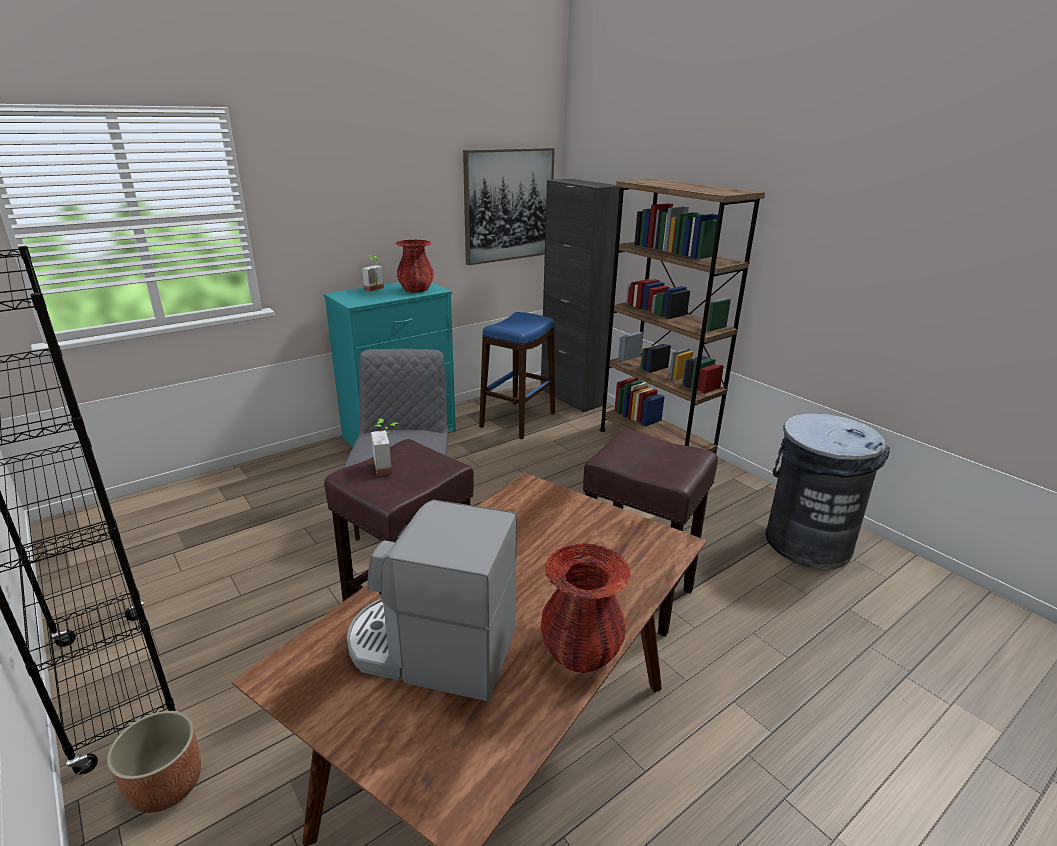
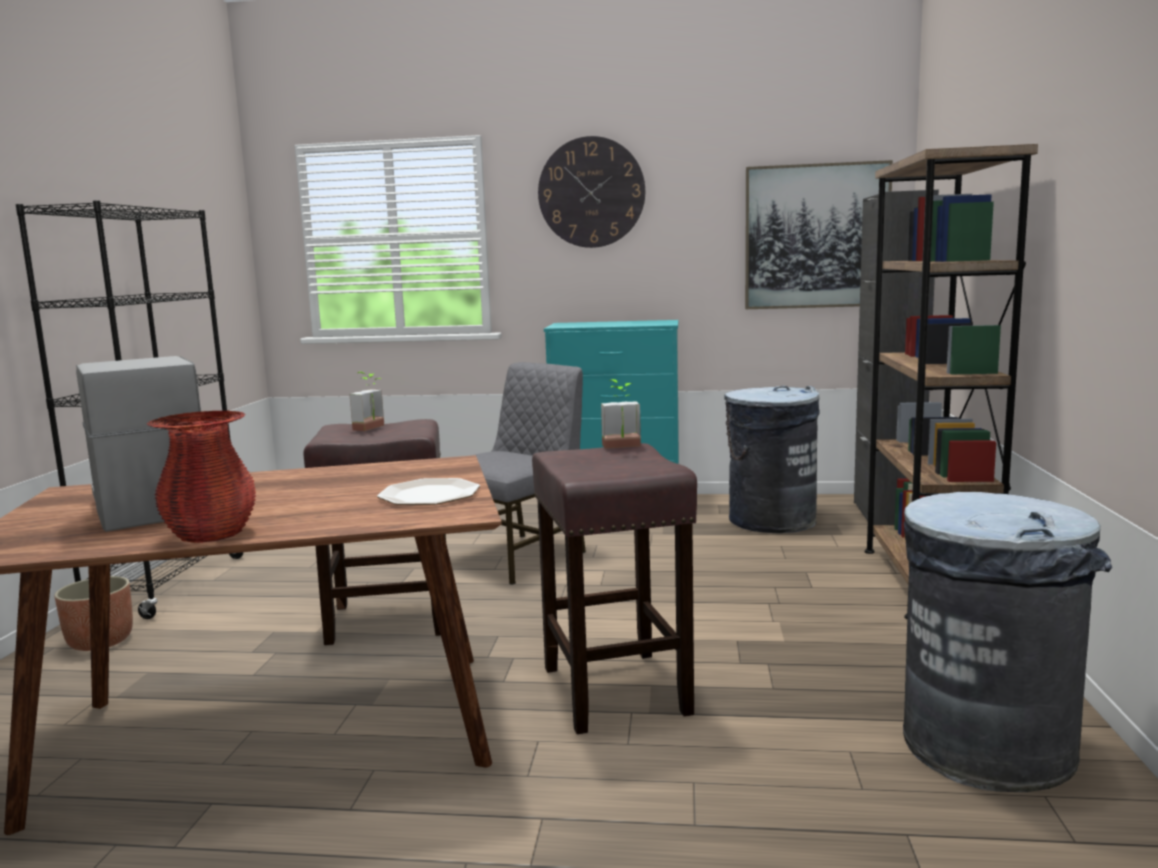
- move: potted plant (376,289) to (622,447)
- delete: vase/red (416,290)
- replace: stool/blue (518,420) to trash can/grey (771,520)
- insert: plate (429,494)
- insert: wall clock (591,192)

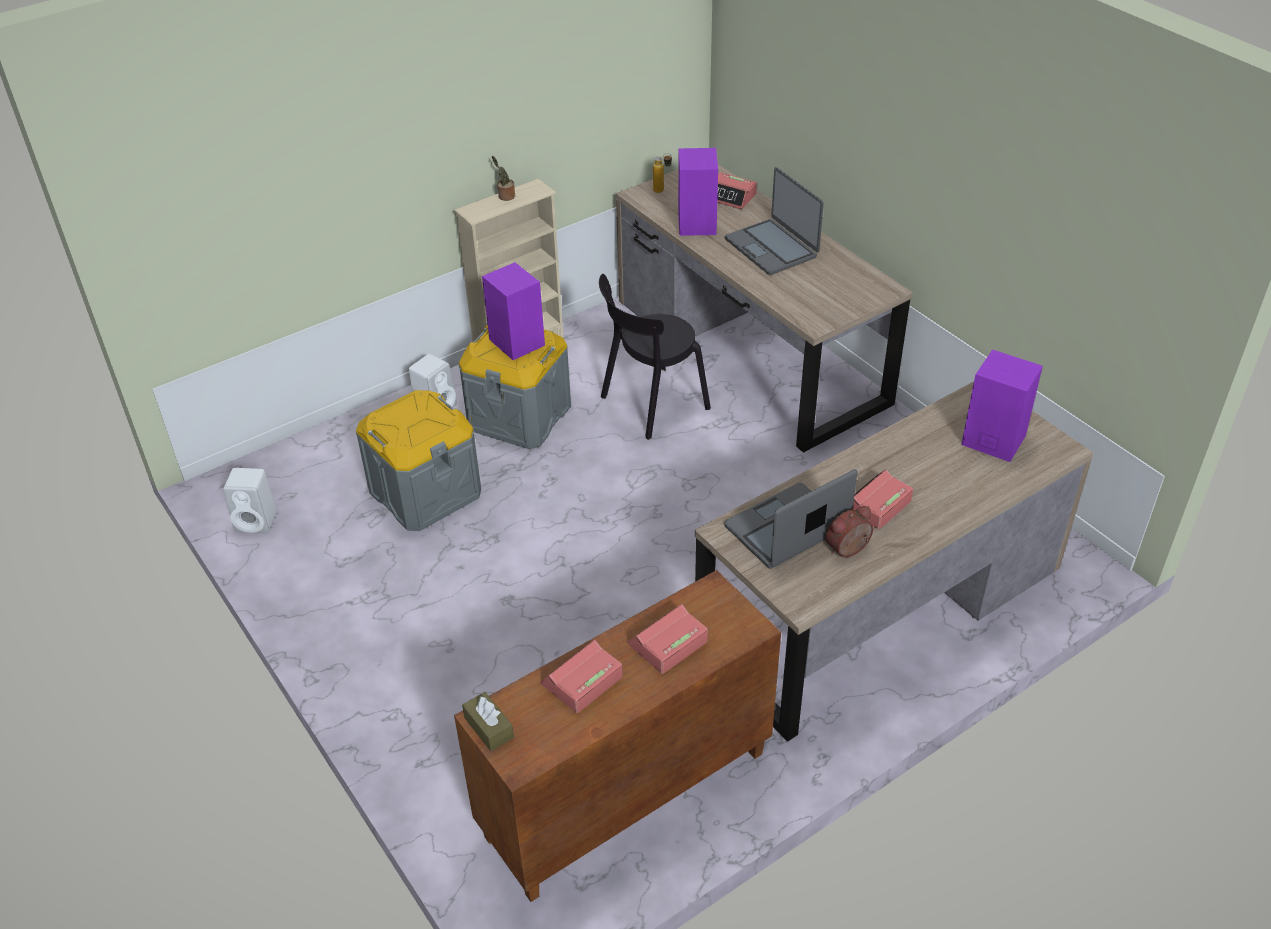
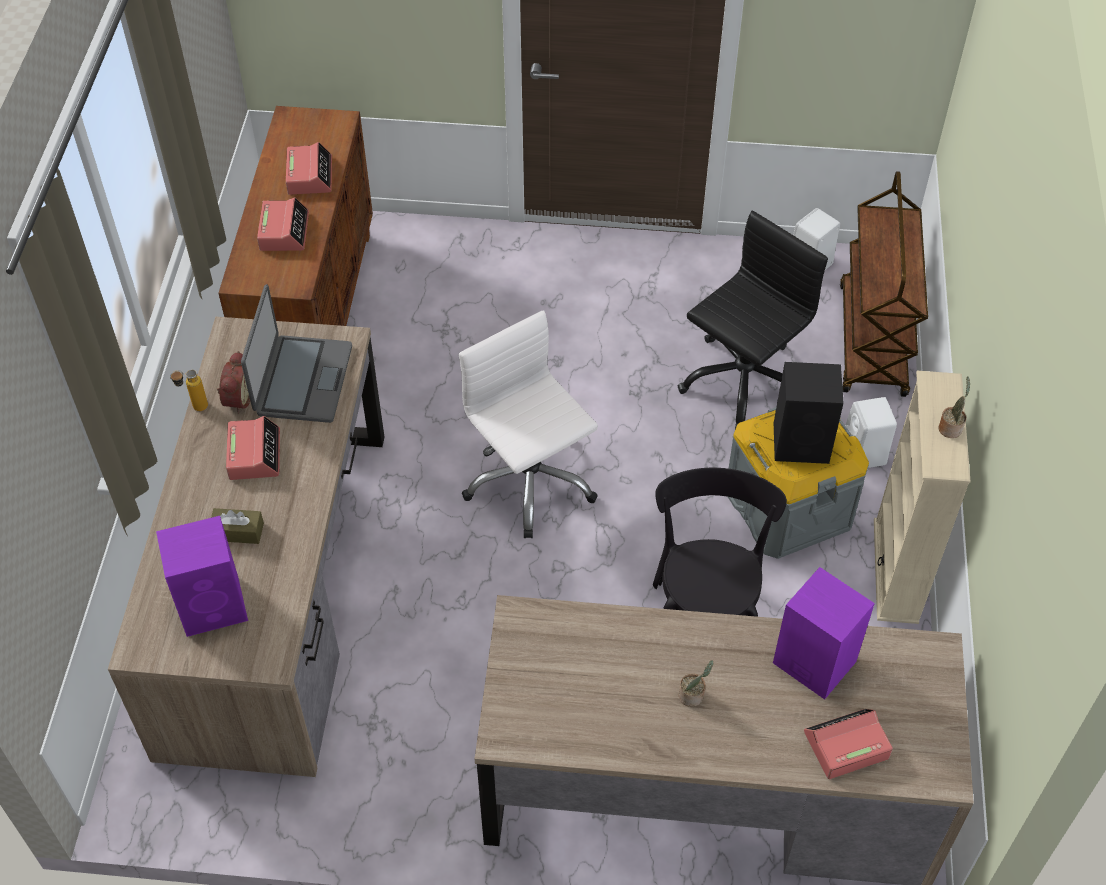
- replace: storage box/grey (425,492) to office chair/black (742,381)
- move: tissue box/brown (489,728) to (237,532)
- recolor: speaker/purple (516,341) to speaker/black (802,443)
- move: bottle (662,191) to (194,408)
- replace: laptop (772,248) to potted plant (693,695)
- insert: office chair/white (529,482)
- insert: cart/brown (872,341)

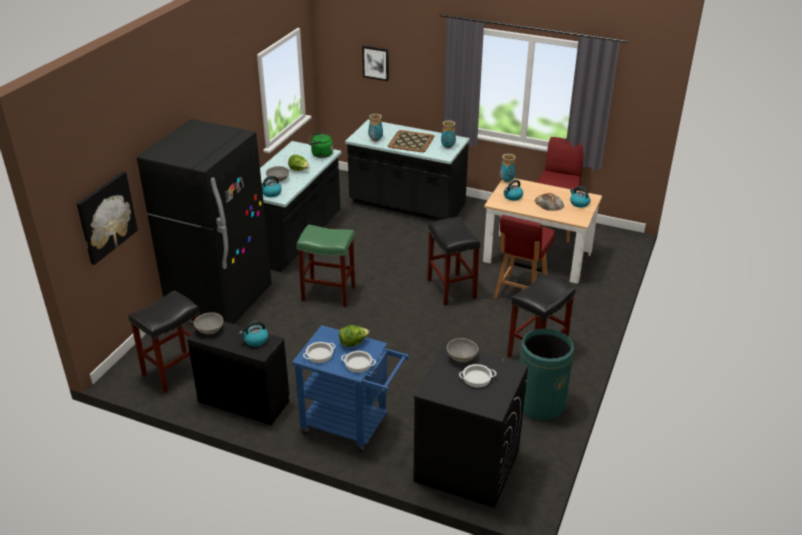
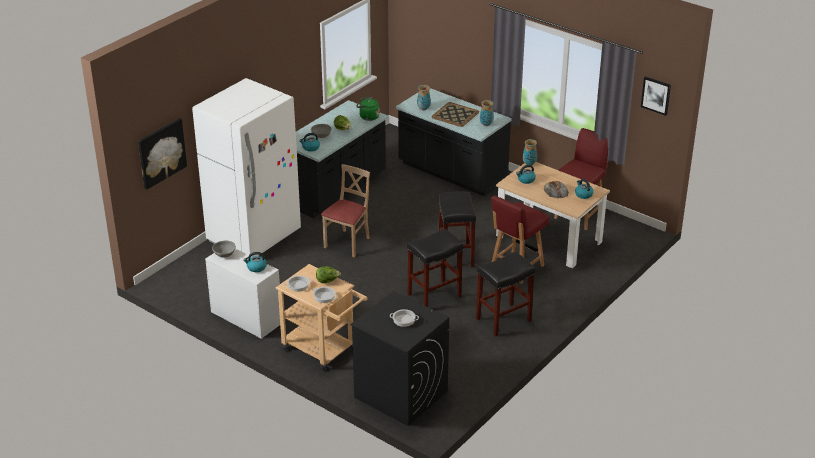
- move: stool/black (174,371) to (434,296)
- recolor: fridge/black (221,302) to fridge/white (254,236)
- recolor: dresser/black (244,400) to dresser/white (246,317)
- recolor: cart/blue (352,426) to cart/beige (323,350)
- replace: stool/green (329,293) to chair/beige (348,243)
- move: picture (376,63) to (656,95)
- delete: bowl/grey (462,357)
- delete: trash can/green (540,403)

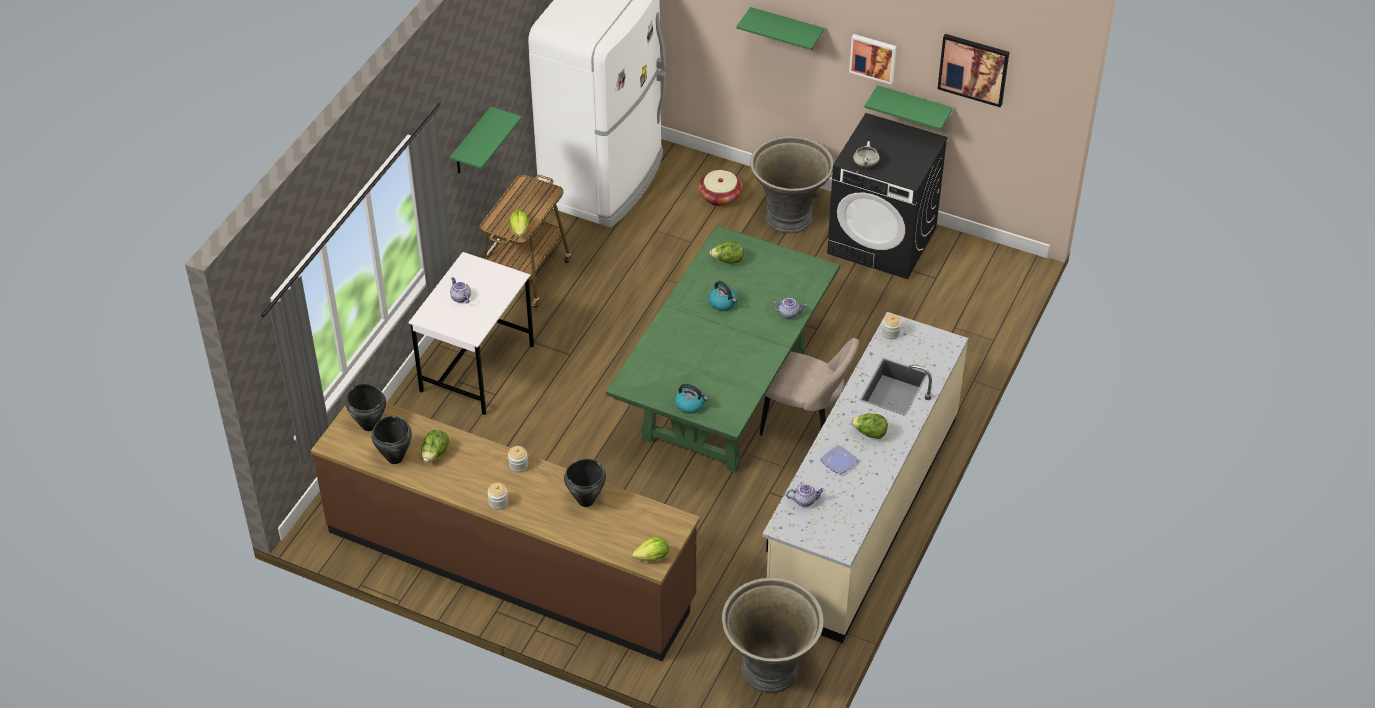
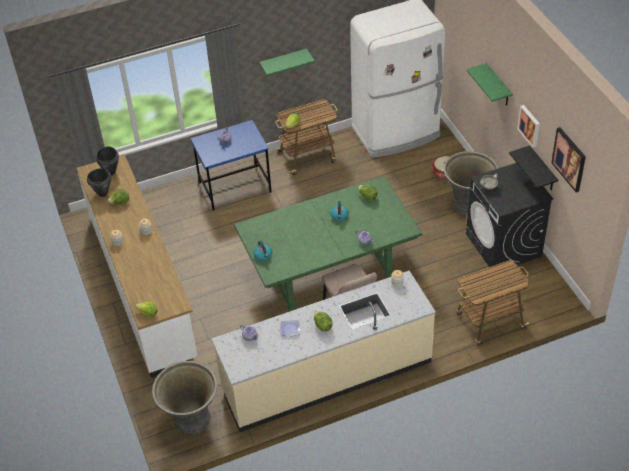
- recolor: counter/brown (510,565) to counter/white (143,286)
- recolor: desk/white (477,368) to desk/blue (235,187)
- delete: cooking pot/black (585,500)
- recolor: shelf/green (913,108) to shelf/black (542,170)
- insert: cart (489,322)

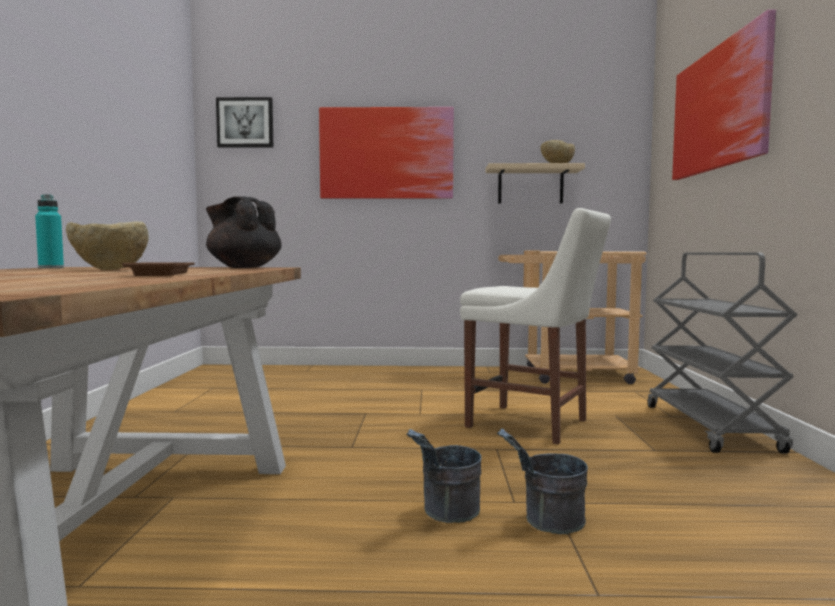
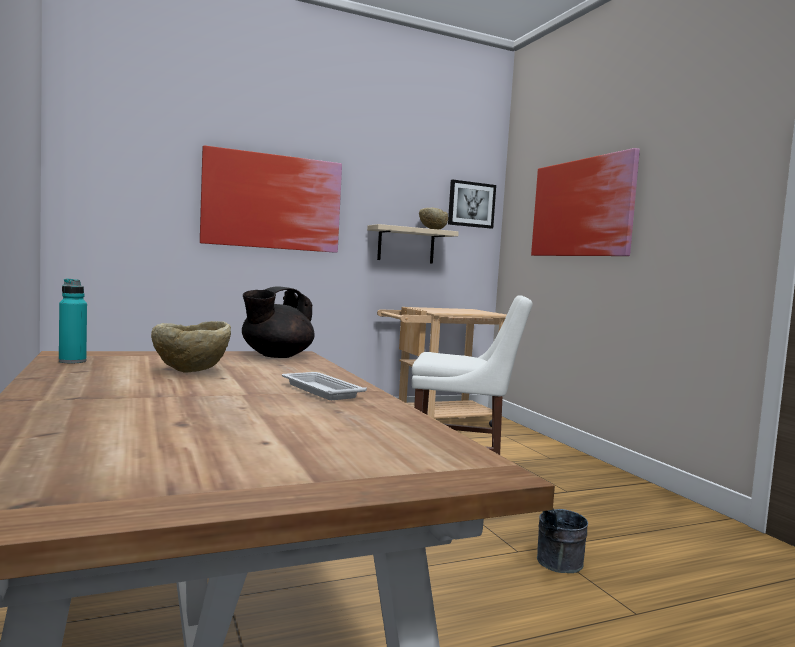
- recolor: tray/brown (162,274) to tray/white (320,390)
- rotate: teapot/black (244,267) = (276,356) 60 degrees counterclockwise
- move: picture (245,123) to (471,204)
- delete: bucket/grey (446,514)
- delete: cart/grey (711,428)

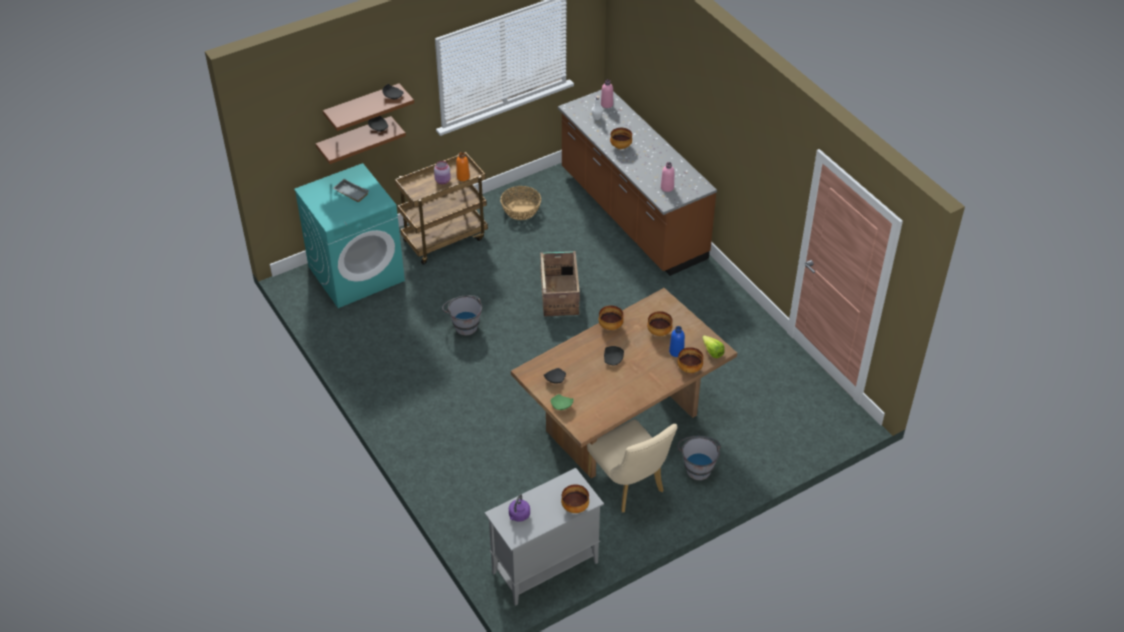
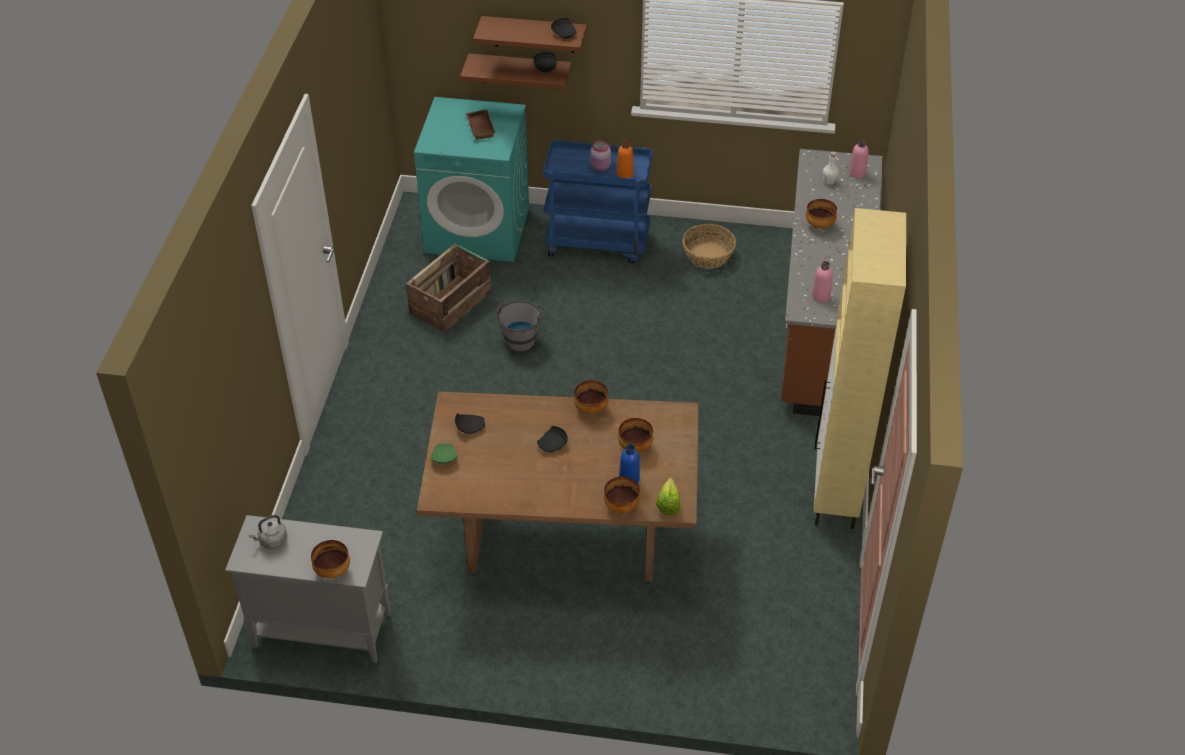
- recolor: tray/grey (350,193) to tray/brown (479,127)
- recolor: cart/brown (445,239) to cart/blue (598,243)
- recolor: kettle/purple (519,516) to kettle/grey (272,541)
- move: crate (560,294) to (452,302)
- delete: chair/beige (629,487)
- delete: bucket/grey (697,466)
- insert: cabinet/beige (835,493)

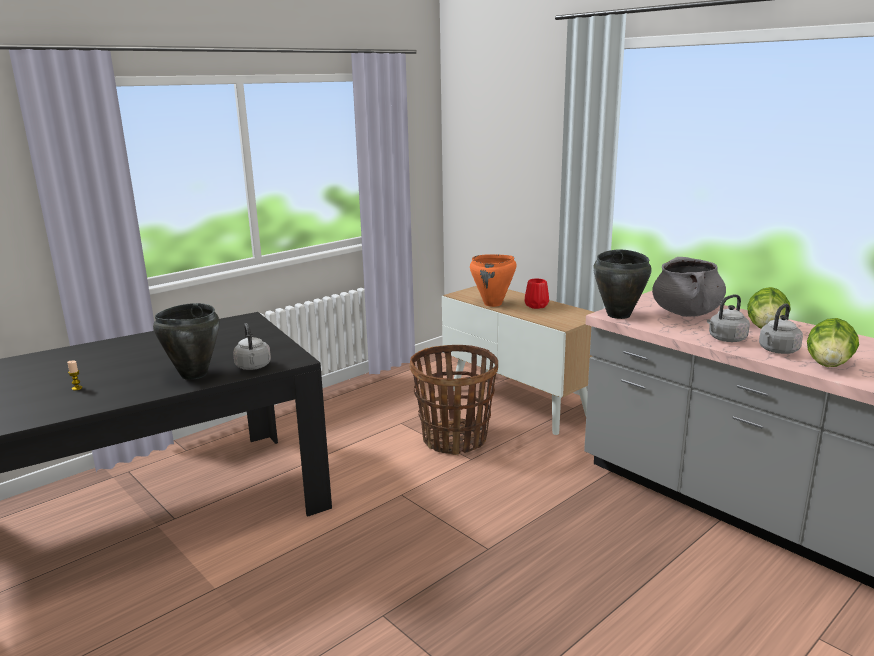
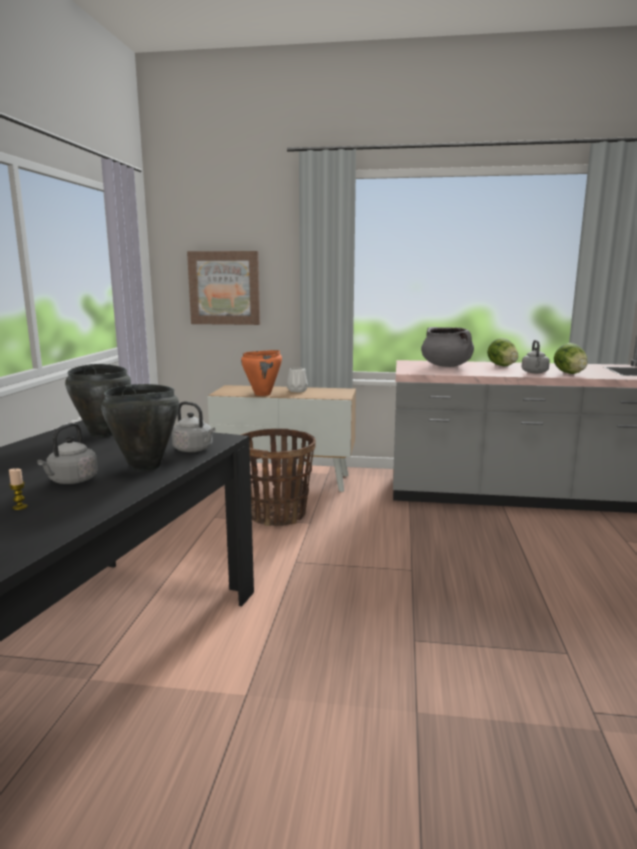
- recolor: vase/red (536,306) to vase/white (297,390)
- move: cooking pot/black (619,315) to (104,434)
- move: kettle/grey (725,339) to (71,481)
- insert: picture (224,288)

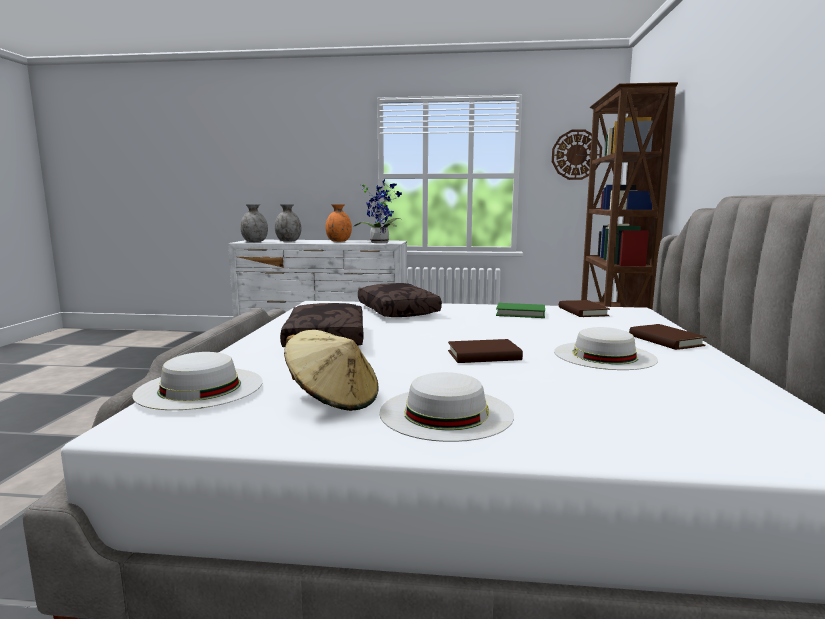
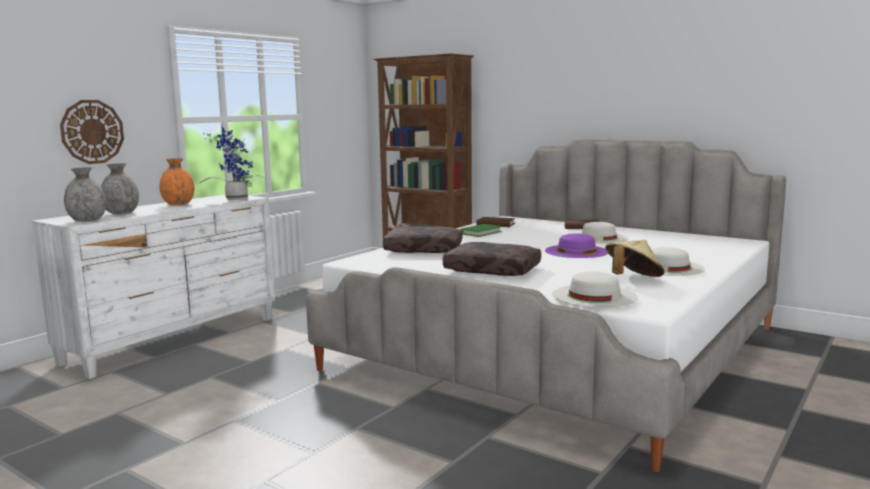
- replace: book/brown (484,356) to hat/purple (576,251)
- move: wall clock (576,155) to (92,132)

